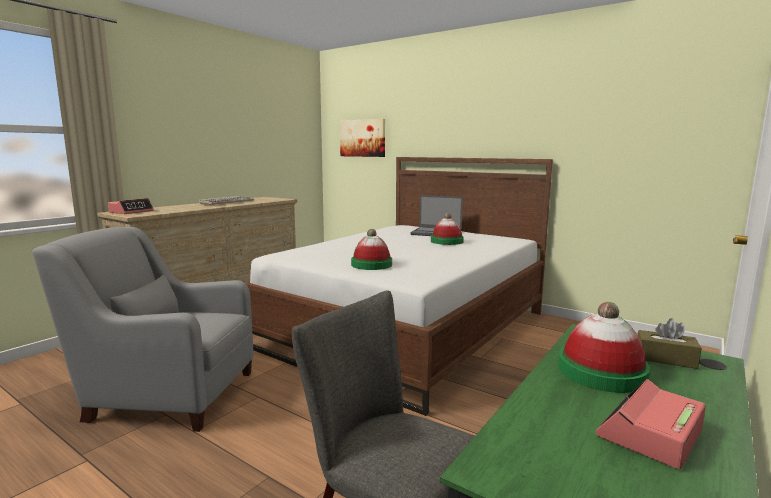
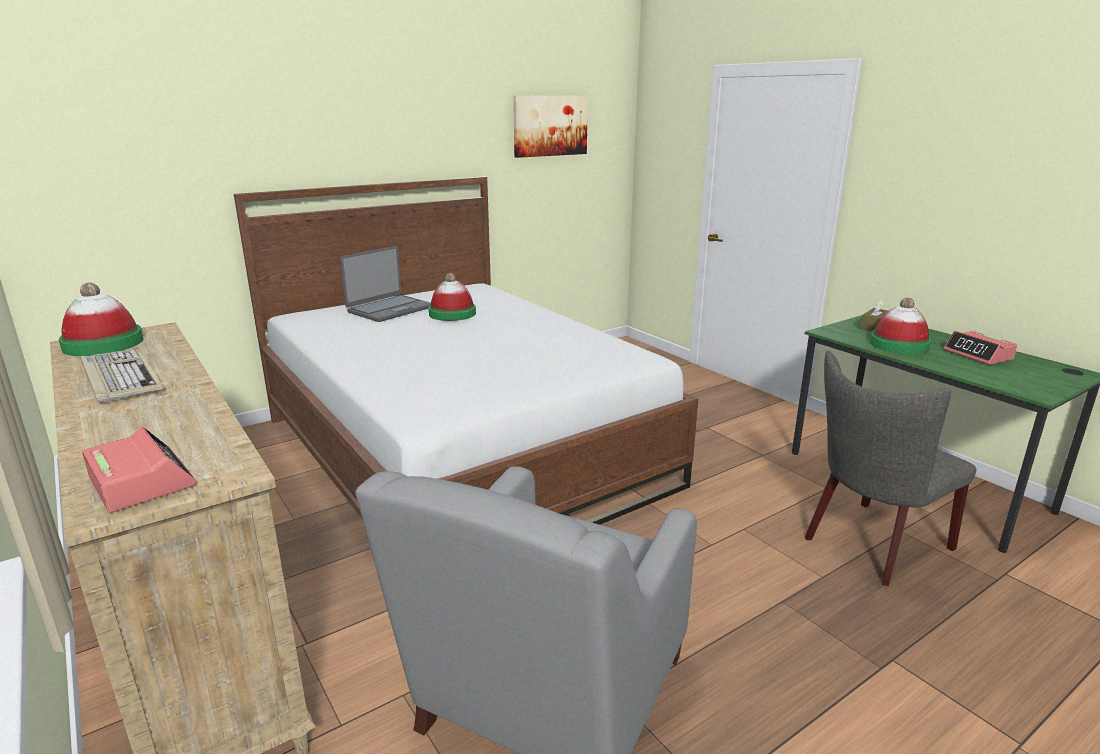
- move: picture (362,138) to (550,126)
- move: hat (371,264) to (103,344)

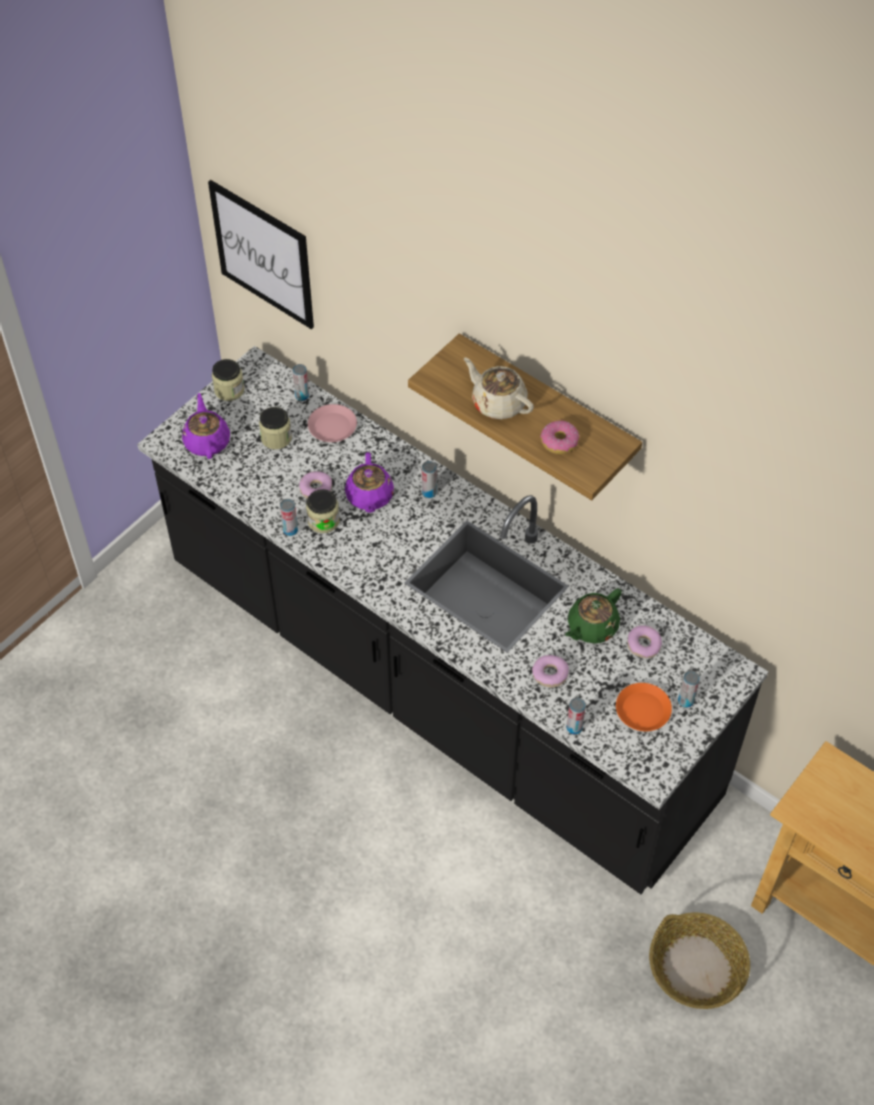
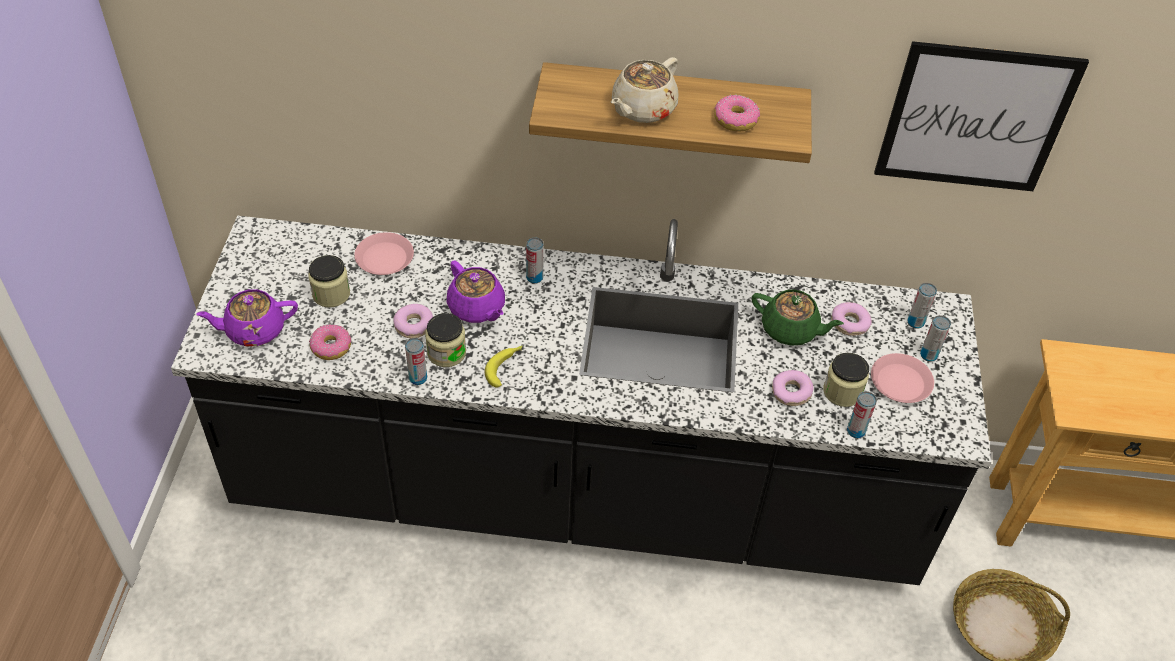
- rotate: teapot/purple (207,441) = (254,330) 60 degrees counterclockwise
- move: picture (263,254) to (975,118)
- move: jar (229,390) to (842,392)
- move: can (302,396) to (915,322)
- rotate: teapot/beige (498,403) = (642,109) 60 degrees counterclockwise
- rotate: teapot/green (591,627) = (790,330) 75 degrees counterclockwise
- recolor: plate/orange (643,710) to plate/pink (900,382)
- insert: donut (331,347)
- insert: banana (505,367)

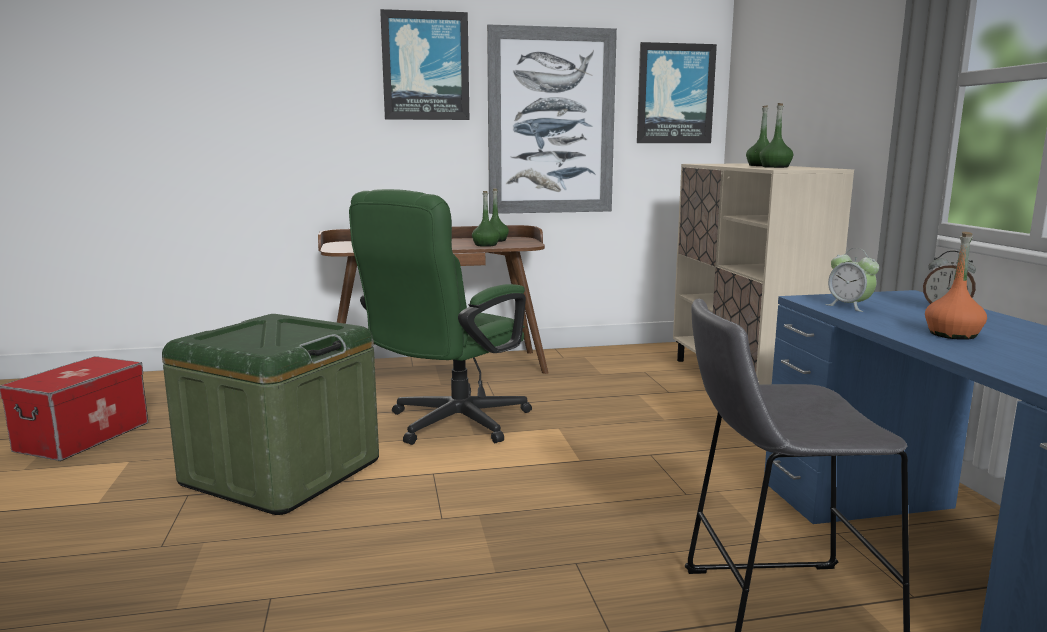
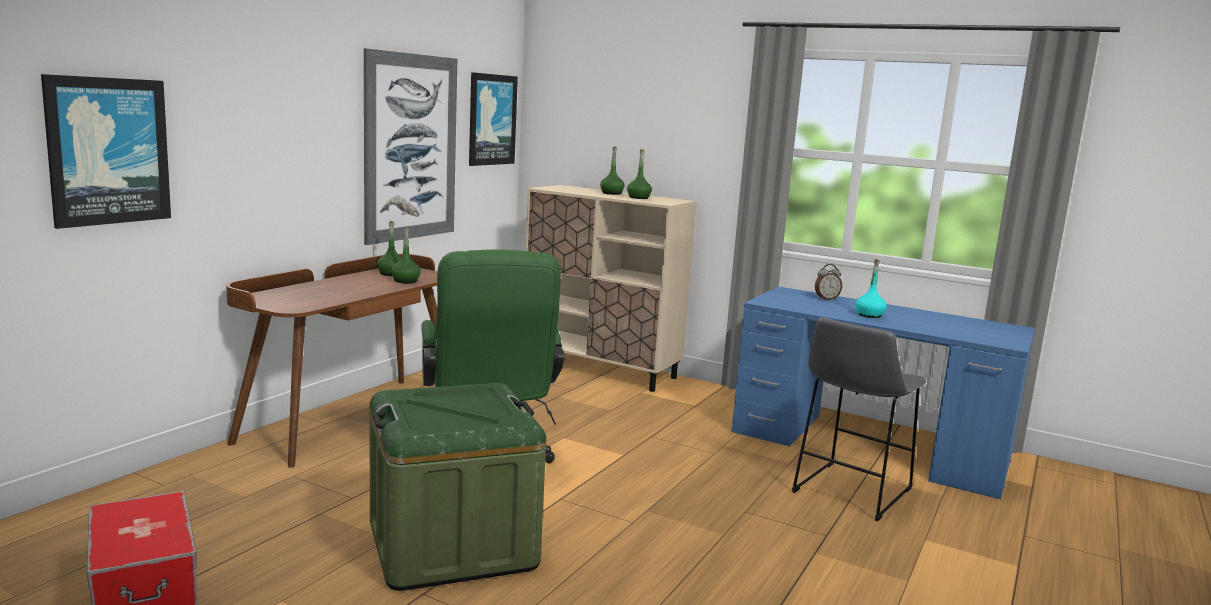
- move: picture (425,66) to (108,151)
- delete: alarm clock (849,306)
- recolor: bottle/orange (953,334) to bottle/turquoise (869,315)

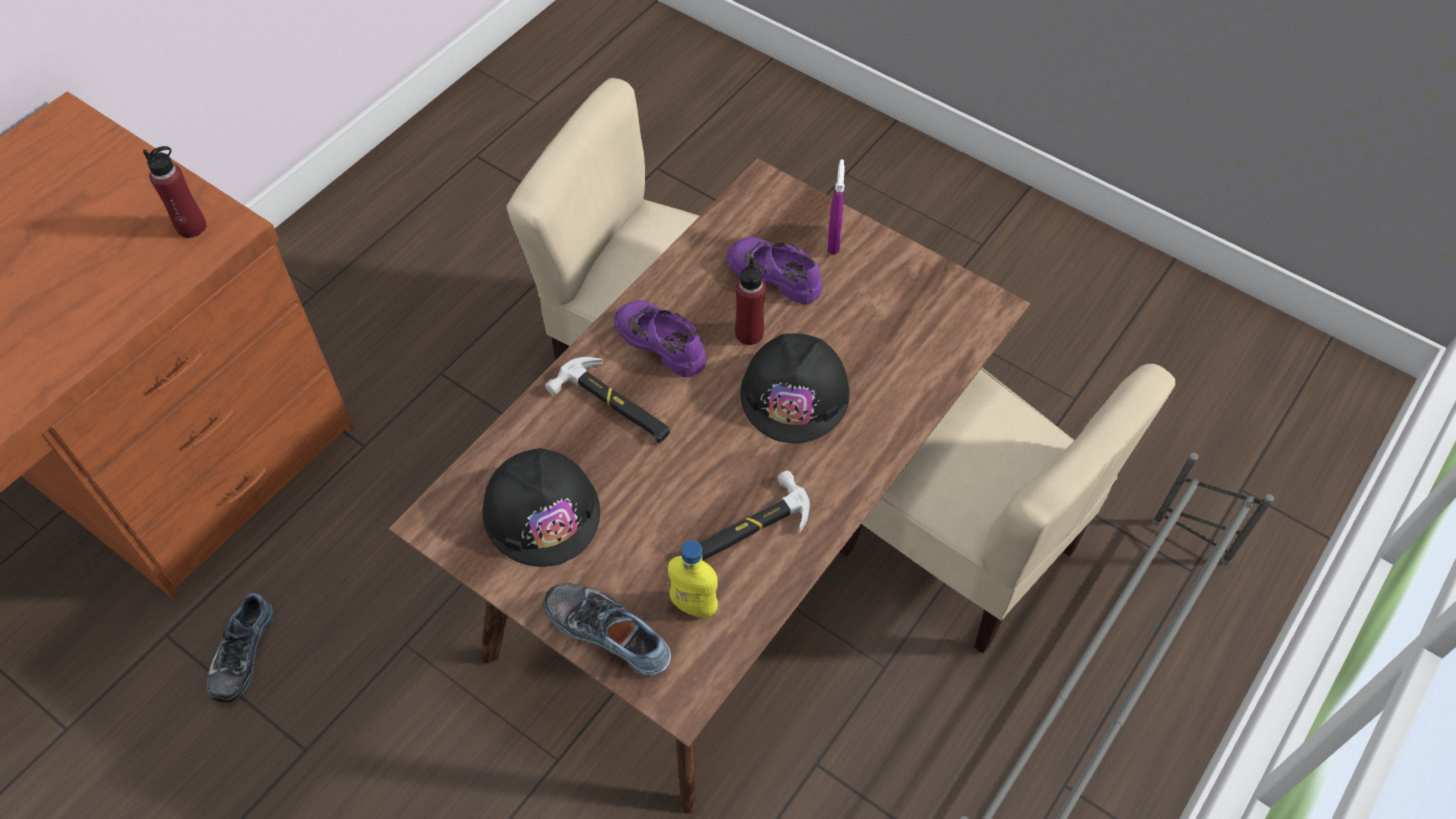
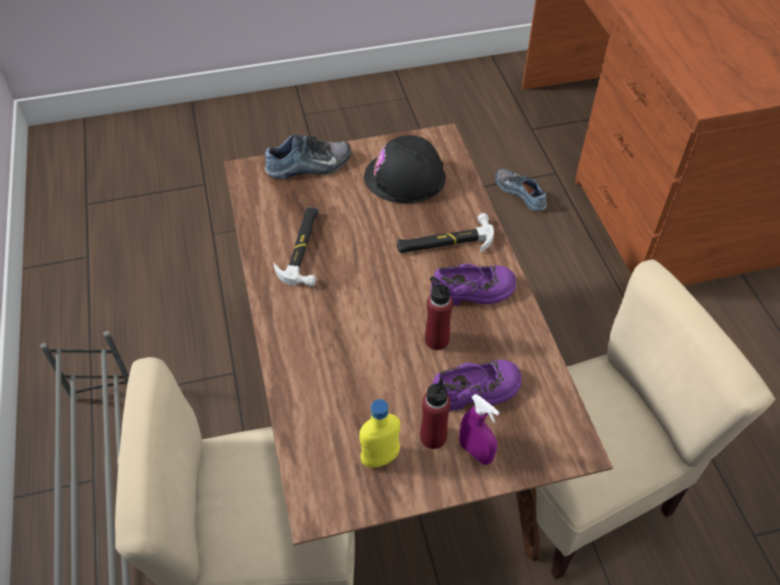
- move: bottle/red (192,227) to (433,437)
- move: bottle/yellow (694,605) to (380,458)
- delete: hard hat/black (795,393)

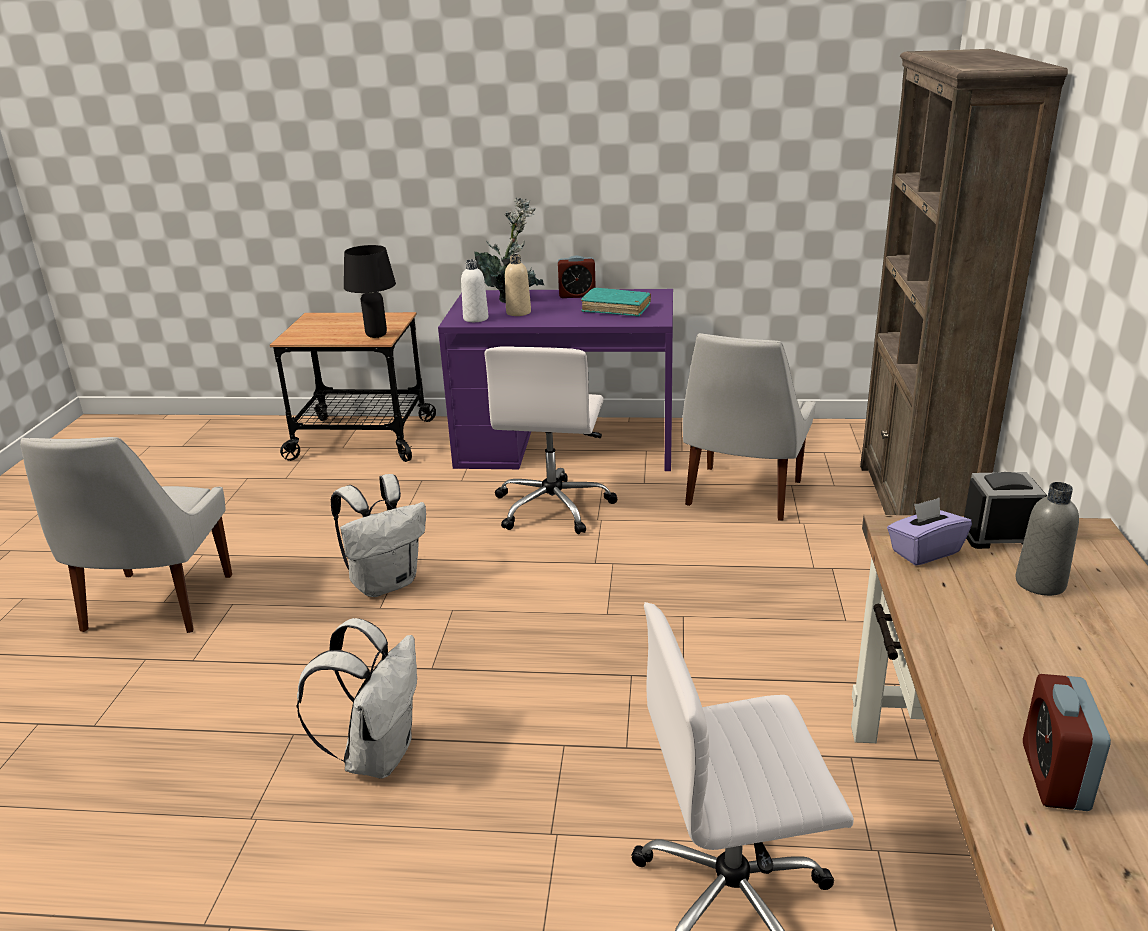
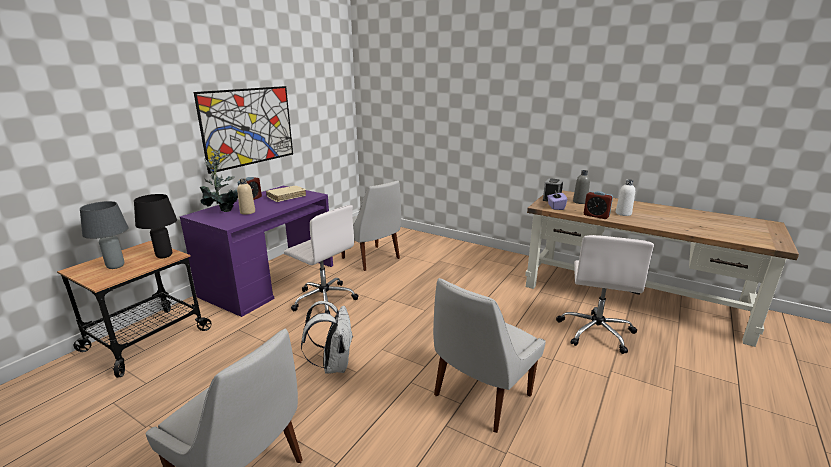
- replace: backpack/white (378,754) to chair/white (480,397)
- move: bottle/white (476,318) to (623,213)
- recolor: book/turquoise (616,309) to book/beige (286,197)
- delete: bookcase/brown (913,510)
- move: alarm clock (1054,776) to (596,216)
- insert: table lamp/grey (115,266)
- insert: picture (249,127)

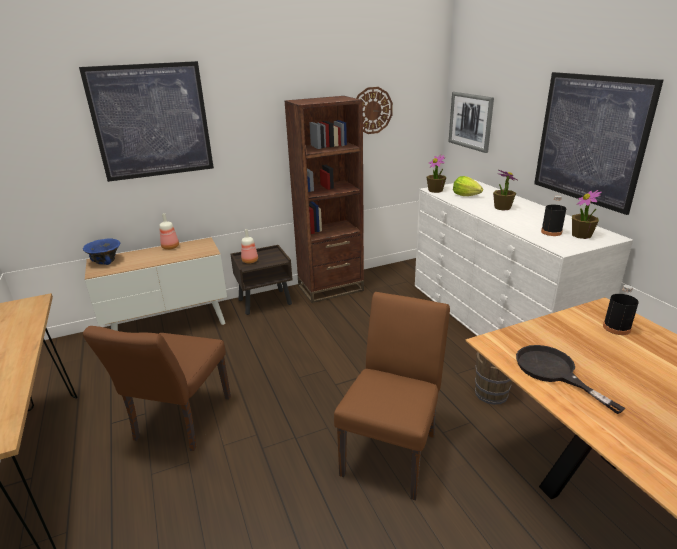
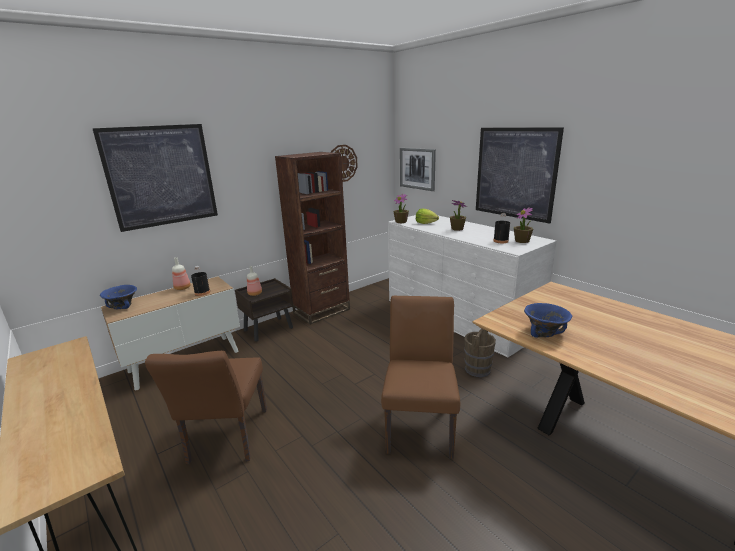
- replace: frying pan/black (553,372) to bowl/blue (544,333)
- move: bottle/black (616,328) to (202,293)

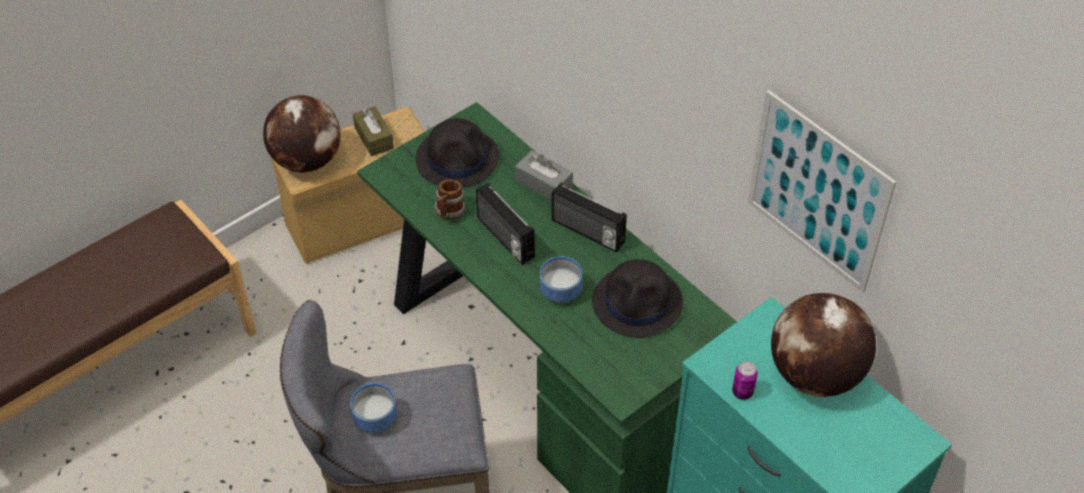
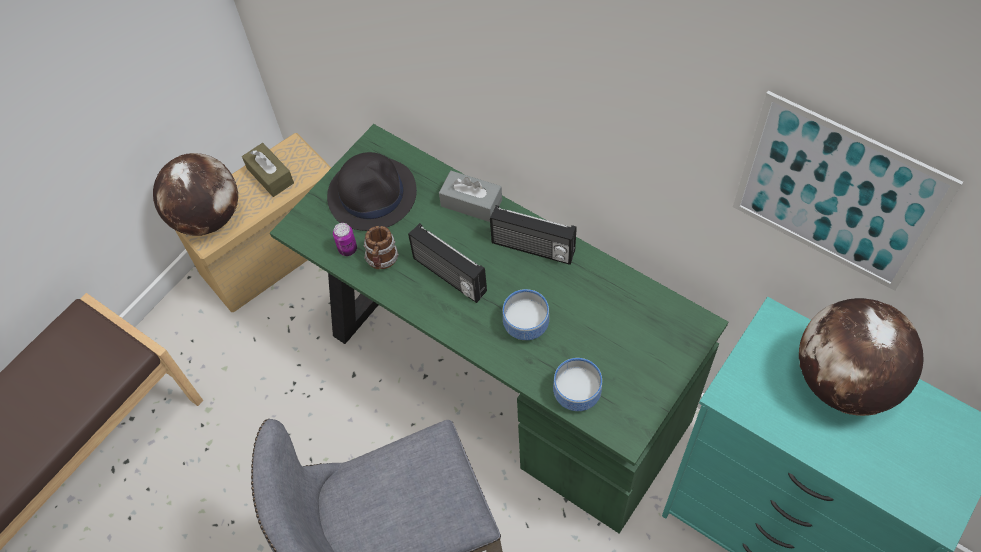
- move: bowl (373,419) to (575,394)
- delete: hat/black (638,302)
- move: can (742,392) to (348,249)

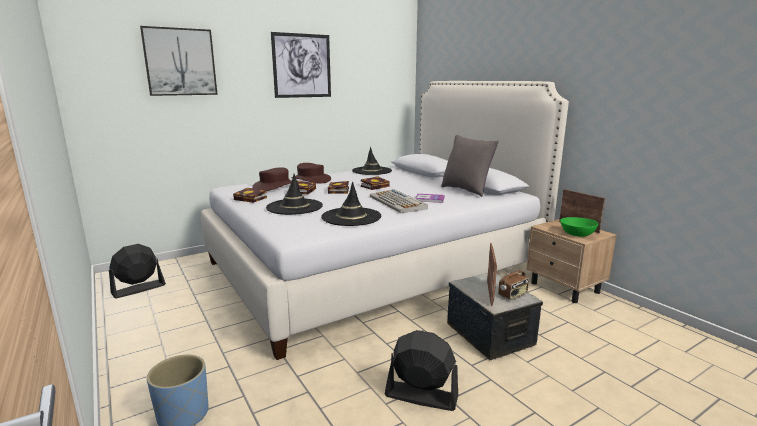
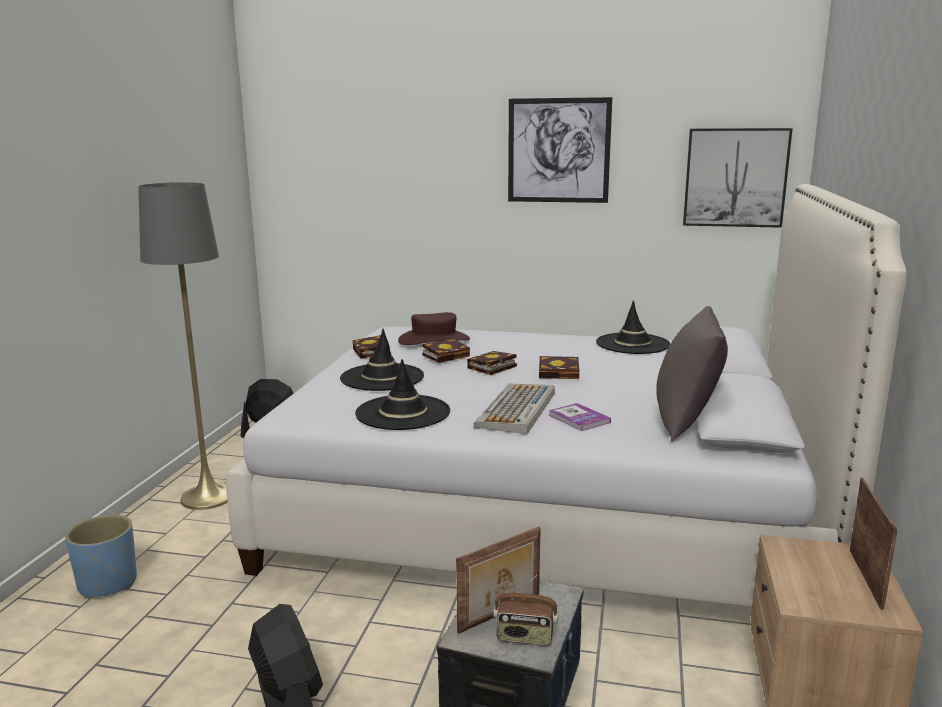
- move: picture (180,62) to (735,177)
- delete: hat/brown (311,180)
- delete: bowl/green (577,234)
- insert: floor lamp/grey (208,497)

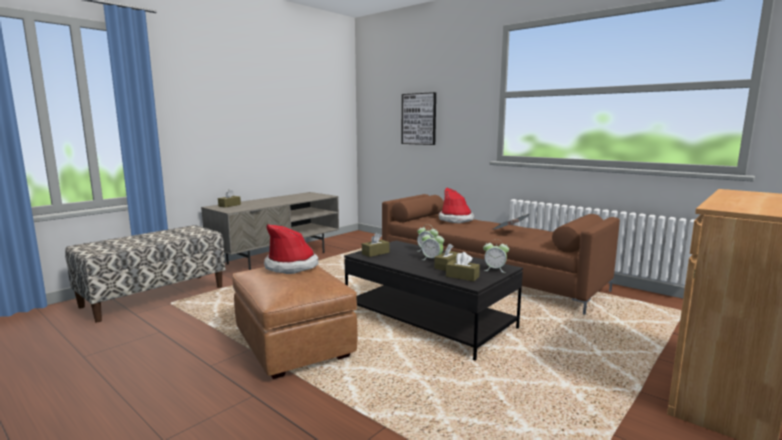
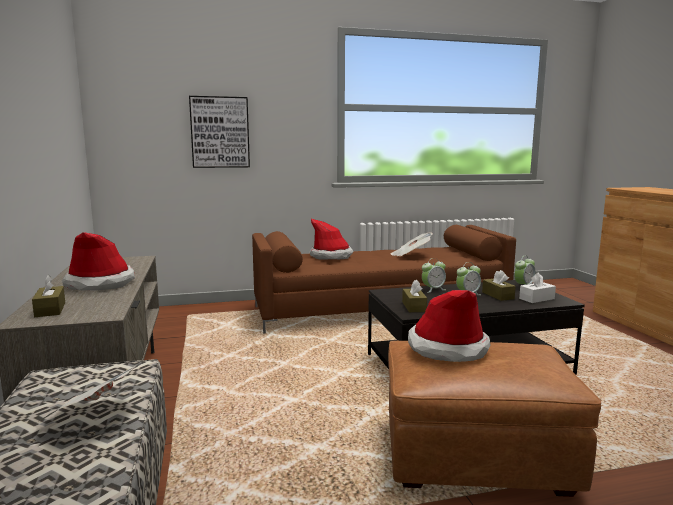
- recolor: tissue box/brown (462,276) to tissue box/white (536,299)
- insert: newspaper (93,417)
- insert: hat (100,283)

